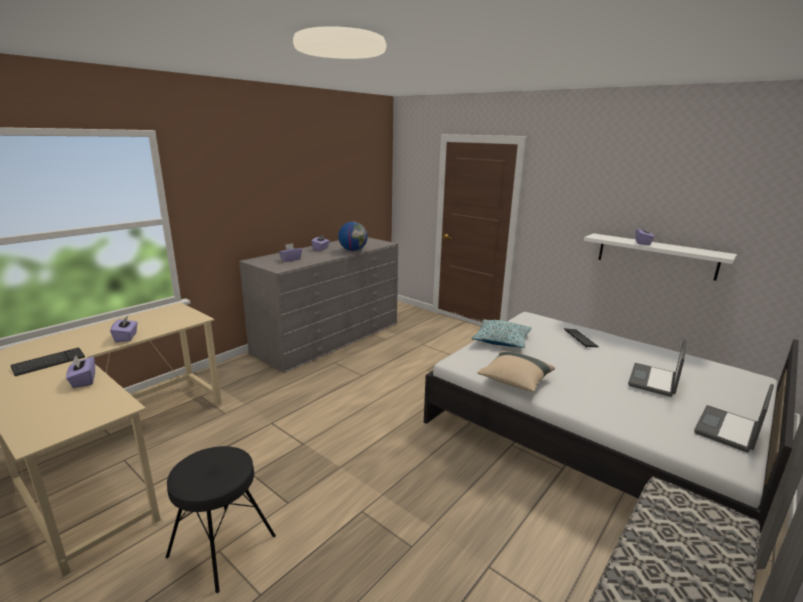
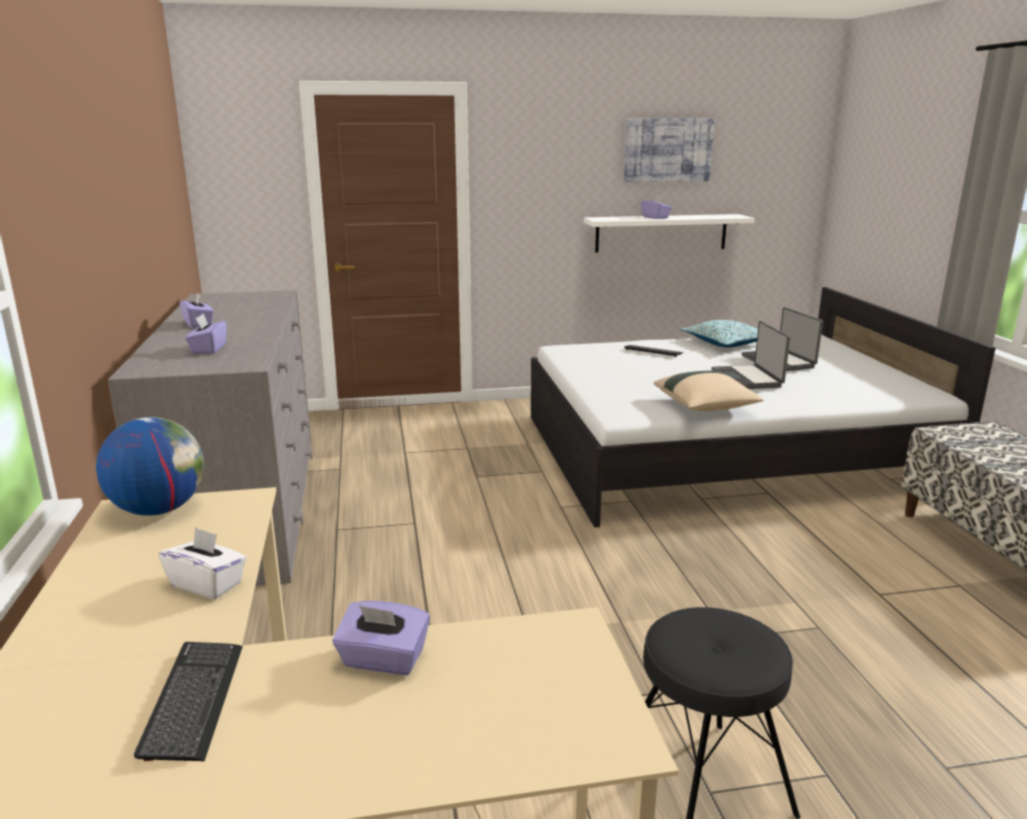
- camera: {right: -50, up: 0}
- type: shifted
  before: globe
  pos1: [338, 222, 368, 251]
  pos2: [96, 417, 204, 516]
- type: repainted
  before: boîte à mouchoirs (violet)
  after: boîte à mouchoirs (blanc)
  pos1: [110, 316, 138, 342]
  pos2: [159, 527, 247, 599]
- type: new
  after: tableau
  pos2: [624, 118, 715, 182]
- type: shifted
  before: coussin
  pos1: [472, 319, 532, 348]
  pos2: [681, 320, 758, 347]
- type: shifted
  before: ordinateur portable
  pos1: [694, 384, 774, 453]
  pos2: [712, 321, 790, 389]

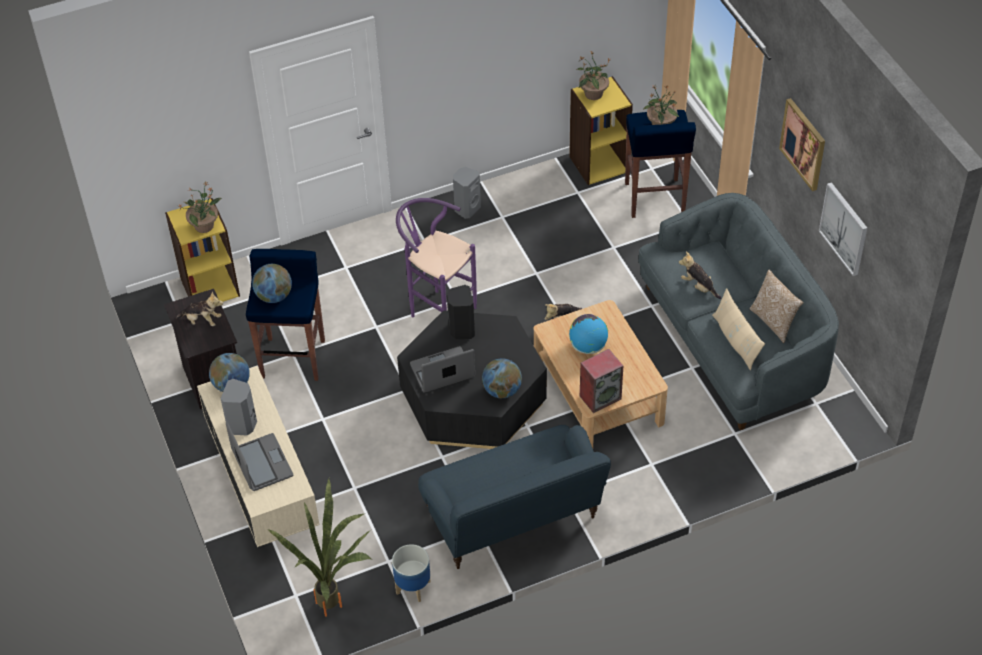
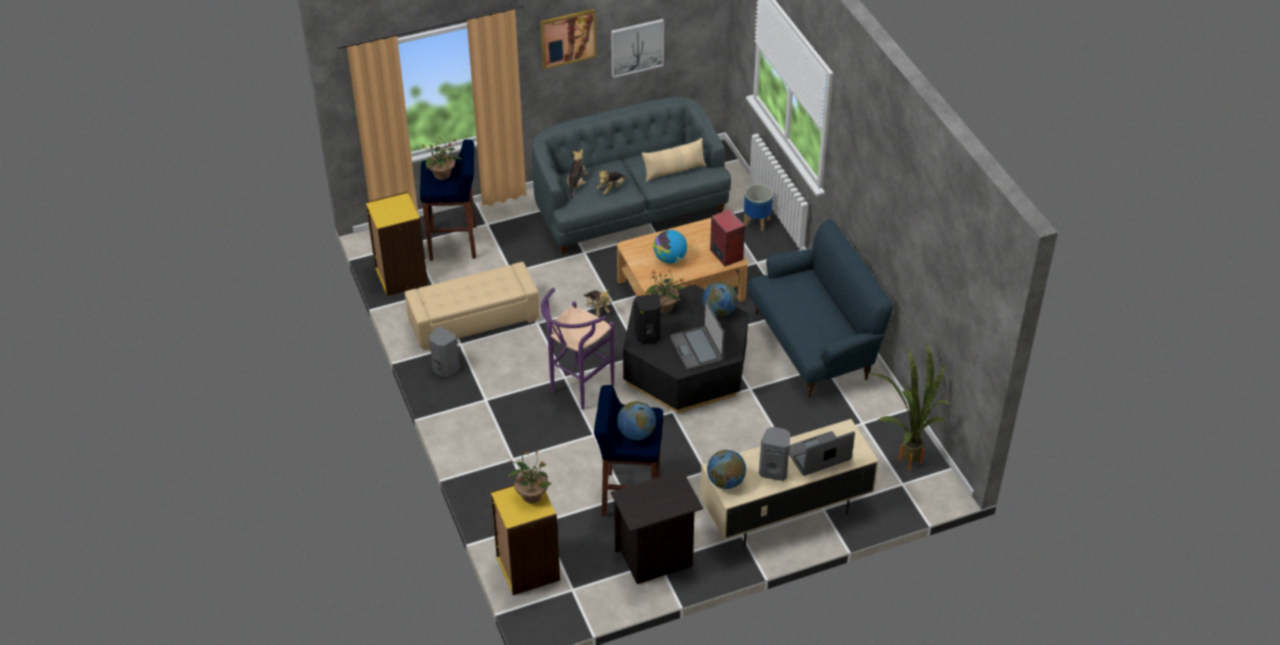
- camera: {right: -90, up: -5}
- type: new
  after: pouf (beige)
  pos2: [405, 262, 540, 350]
- type: shifted
  before: peluche
  pos1: [176, 292, 223, 326]
  pos2: [567, 149, 588, 198]
- type: shifted
  before: plante en pot
  pos1: [577, 52, 610, 100]
  pos2: [646, 270, 684, 313]
- type: shifted
  before: cache-pot
  pos1: [392, 544, 431, 602]
  pos2: [744, 184, 773, 231]
- type: gone
  before: coussin
  pos1: [750, 270, 804, 343]

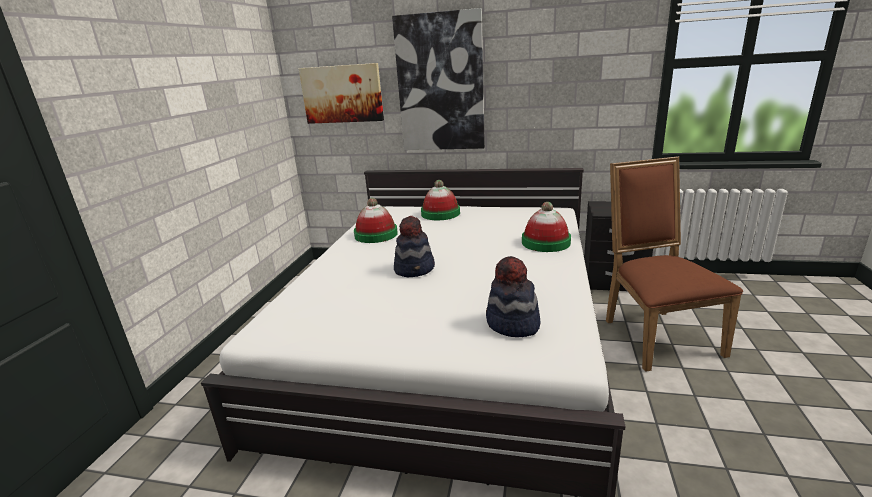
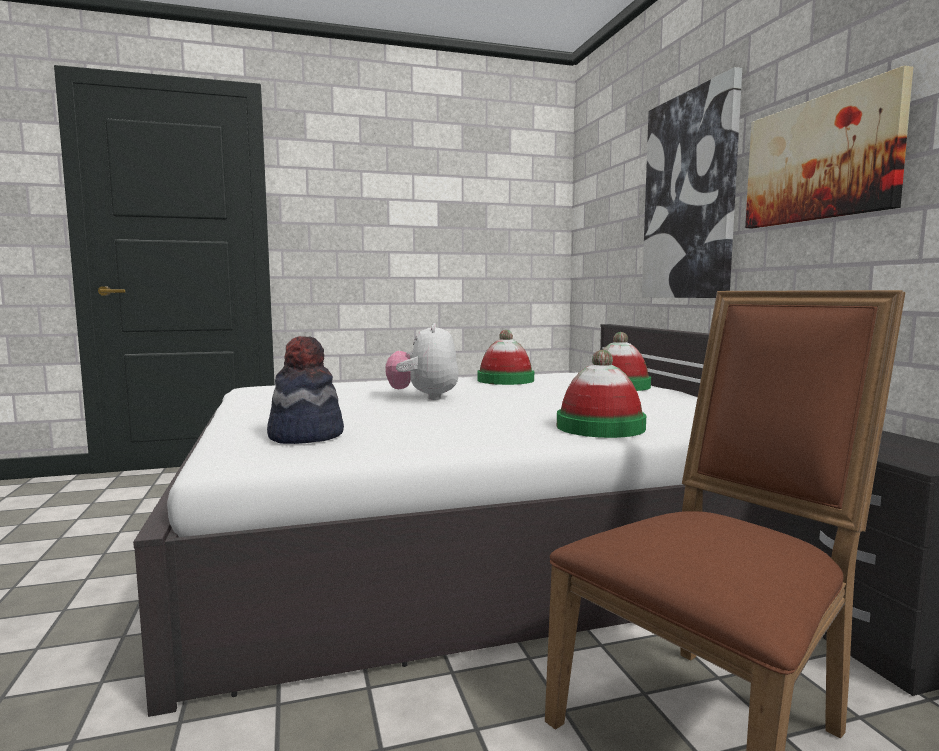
- camera: {right: 60, up: -15}
- type: swapped
  before: chapeau
  after: peluche
  pos1: [394, 216, 435, 277]
  pos2: [385, 323, 459, 400]
- type: shifted
  before: tableau
  pos1: [298, 63, 384, 124]
  pos2: [745, 66, 913, 228]

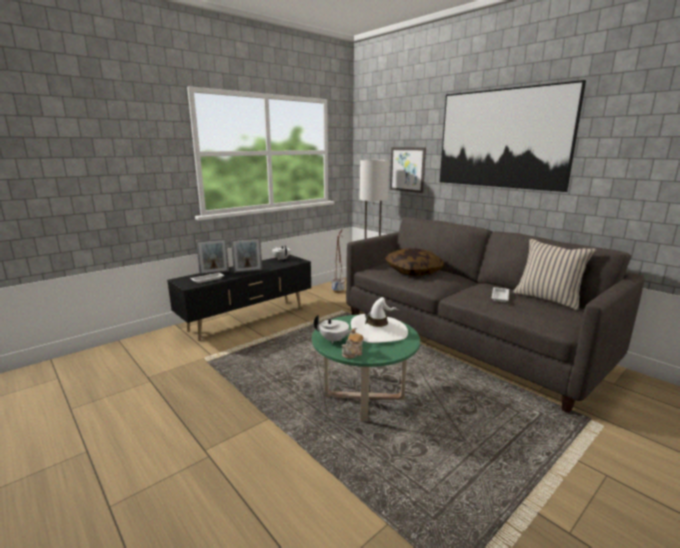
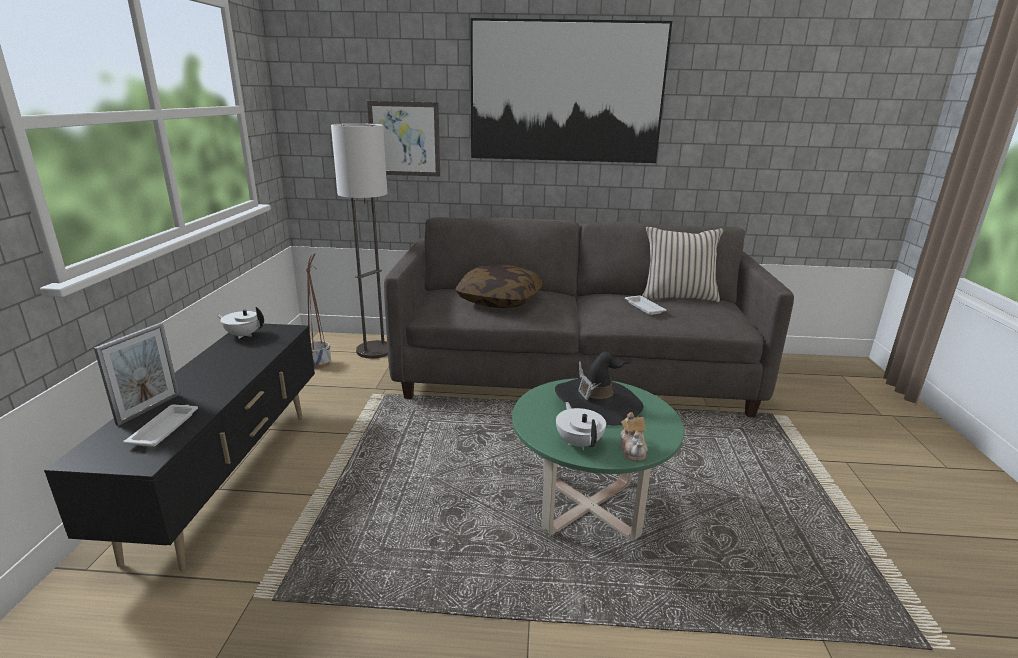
- camera: {right: -45, up: 5}
- type: repainted
  before: chapeau (blanc)
  after: chapeau (noir)
  pos1: [351, 297, 408, 343]
  pos2: [555, 351, 643, 426]
- type: rotated
  before: théière (blanc)
  pos1: [314, 315, 357, 344]
  pos2: [556, 402, 606, 450]
  turn: -75
- type: gone
  before: cadre photo
  pos1: [231, 237, 262, 273]

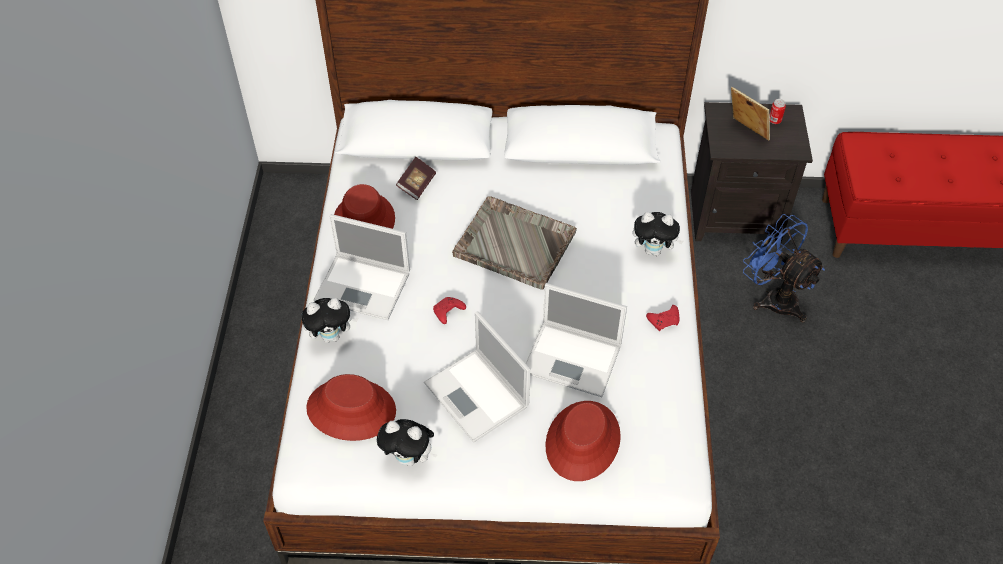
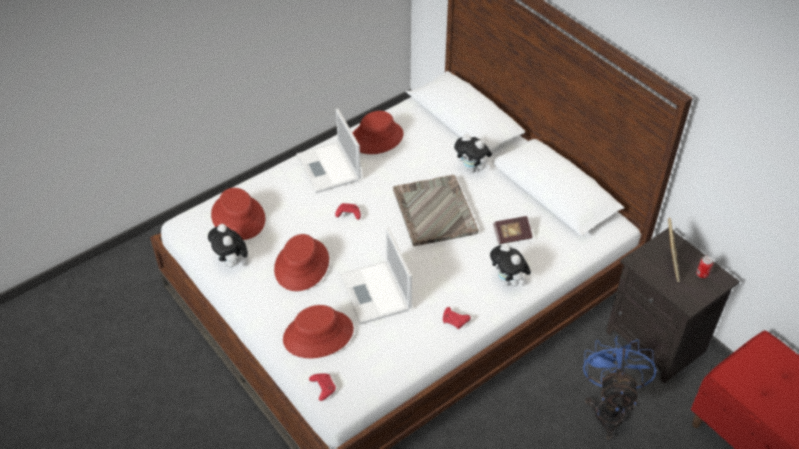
- camera: {right: 50, up: -5}
- type: swapped
  before: ordinateur portable
  after: chapeau (rouge)
  pos1: [424, 311, 531, 442]
  pos2: [274, 234, 329, 291]
- type: new
  after: manette (rouge)
  pos2: [309, 373, 336, 401]
- type: shifted
  before: peluche
  pos1: [301, 298, 358, 343]
  pos2: [454, 134, 492, 173]
- type: shifted
  before: livre
  pos1: [396, 157, 436, 200]
  pos2: [493, 216, 533, 244]

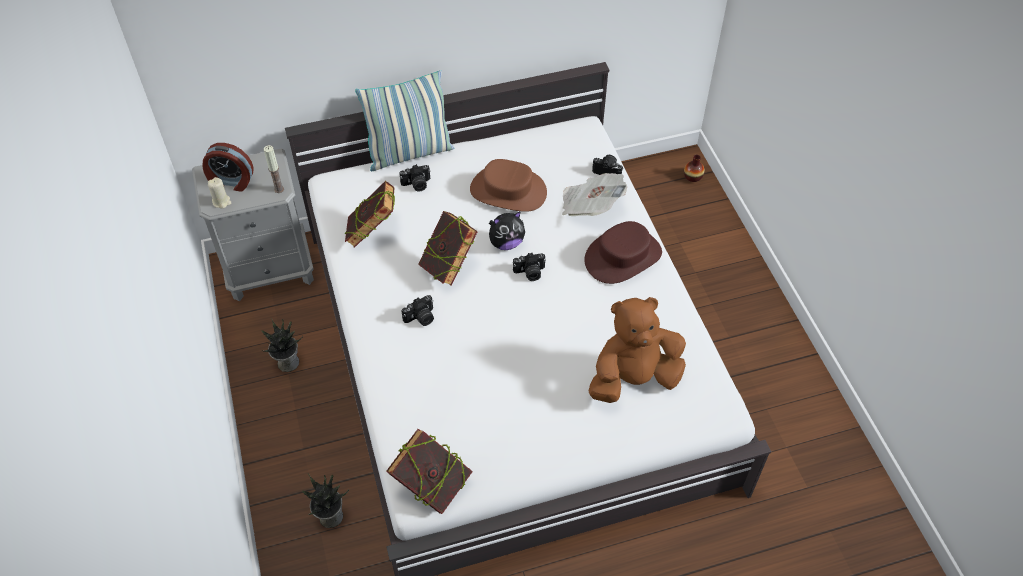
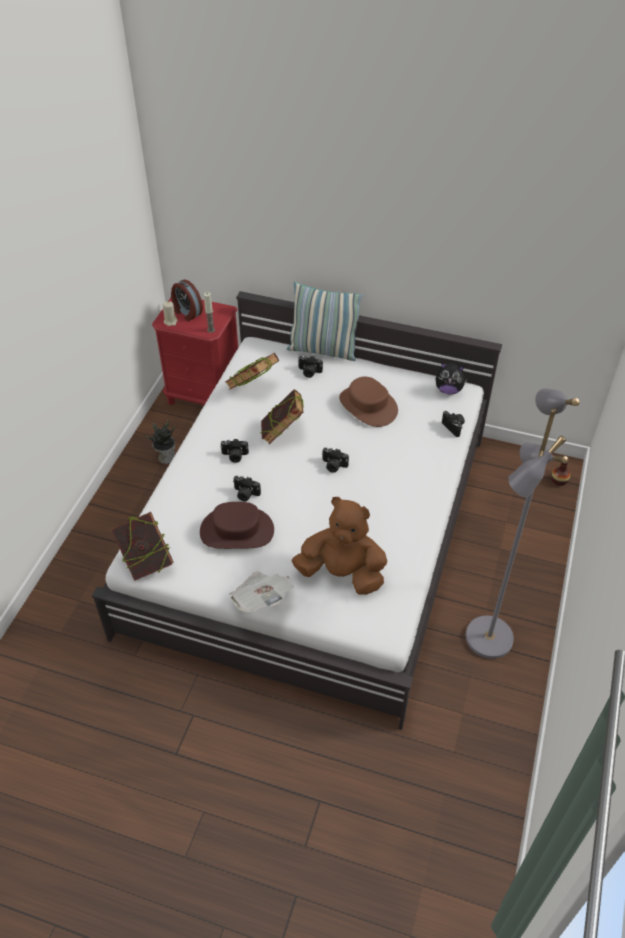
- camera: {right: 35, up: -5}
- type: repainted
  before: table de chevet (gris)
  after: table de chevet (rouge)
  pos1: [192, 148, 314, 301]
  pos2: [152, 298, 238, 405]
- type: shifted
  before: chapeau (marron)
  pos1: [584, 221, 662, 284]
  pos2: [200, 502, 274, 549]
- type: shifted
  before: journal
  pos1: [562, 173, 627, 216]
  pos2: [229, 572, 294, 612]
- type: new
  after: appareil photo
  pos2: [233, 476, 261, 502]
- type: shifted
  before: peluche
  pos1: [489, 211, 525, 250]
  pos2: [436, 363, 468, 395]
- type: new
  after: lampadaire (gris)
  pos2: [466, 388, 580, 659]
- type: gone
  before: plante en pot
  pos1: [302, 474, 349, 528]

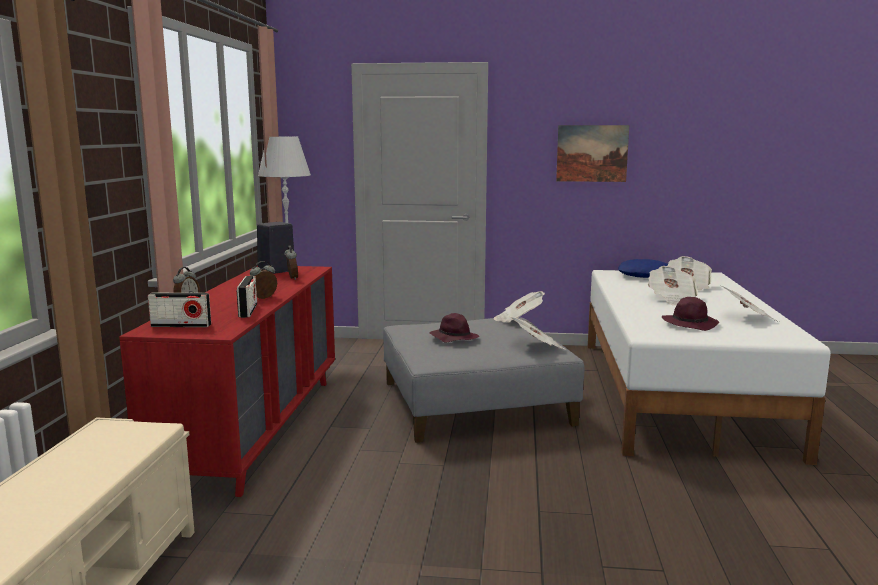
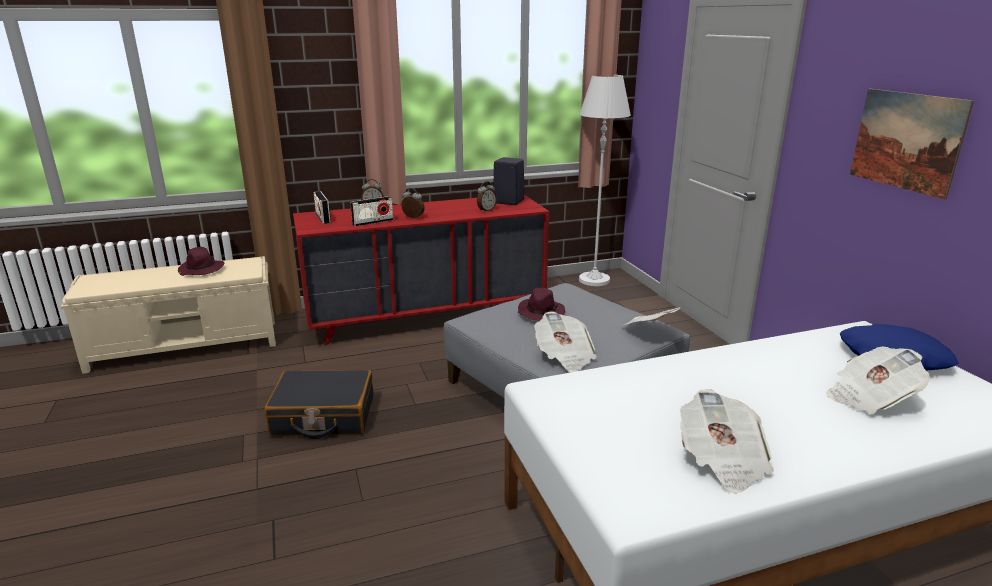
- camera: {right: 65, up: 10}
- type: shifted
  before: chapeau (violet)
  pos1: [662, 297, 719, 331]
  pos2: [178, 247, 224, 276]
- type: new
  after: valise (noir)
  pos2: [264, 370, 374, 439]
- type: gone
  before: journal
  pos1: [648, 266, 698, 305]

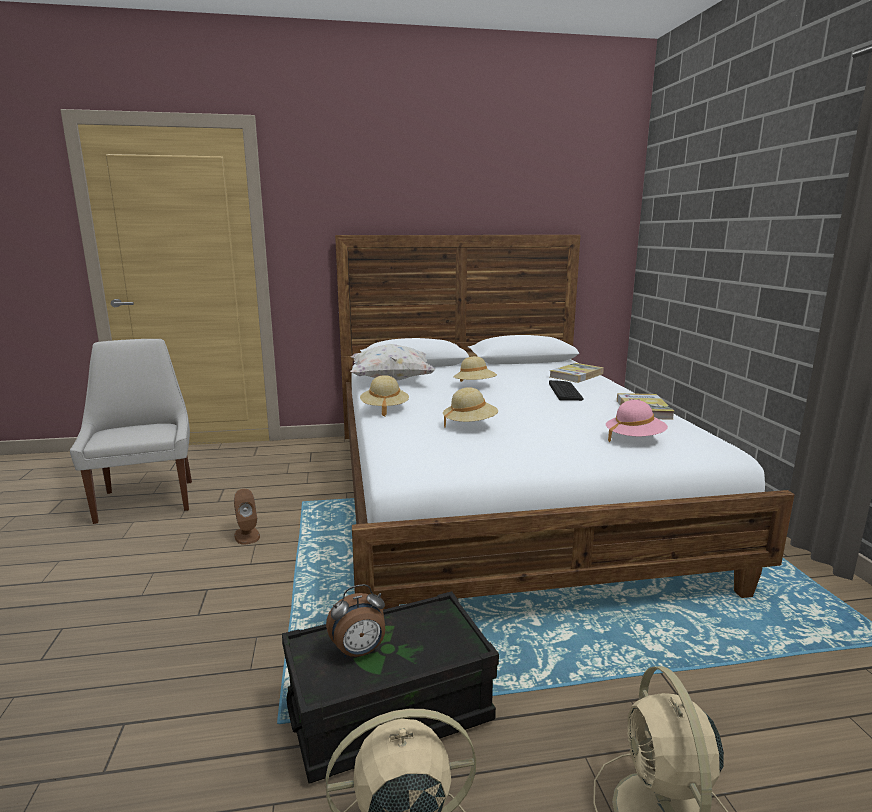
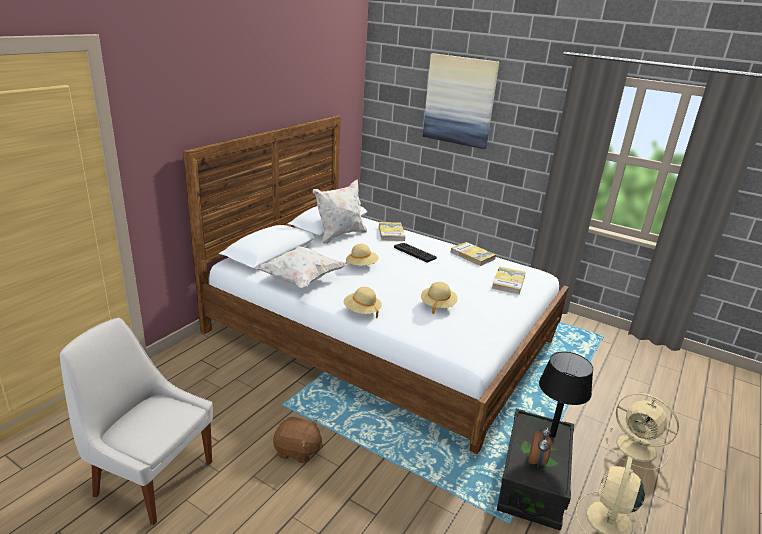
- camera: {right: -50, up: 10}
- type: swapped
  before: enceinte (marron)
  after: peluche (marron)
  pos1: [234, 489, 260, 545]
  pos2: [273, 417, 323, 464]
- type: new
  after: coussin (blanc)
  pos2: [313, 179, 367, 244]
- type: new
  after: tableau
  pos2: [423, 53, 499, 149]
- type: swapped
  before: chapeau (rose)
  after: livre
  pos1: [606, 400, 668, 442]
  pos2: [492, 266, 526, 295]
- type: new
  after: lampe de table (noir)
  pos2: [539, 352, 593, 438]

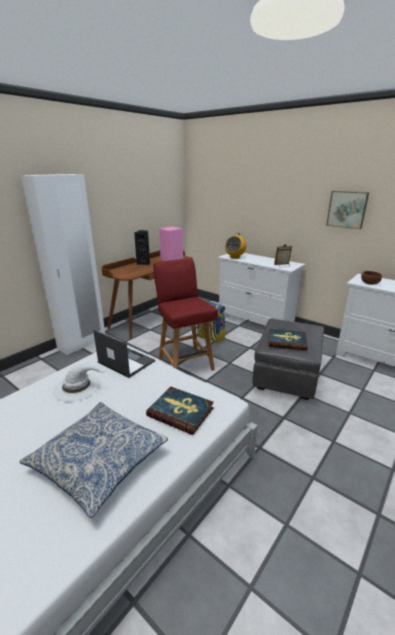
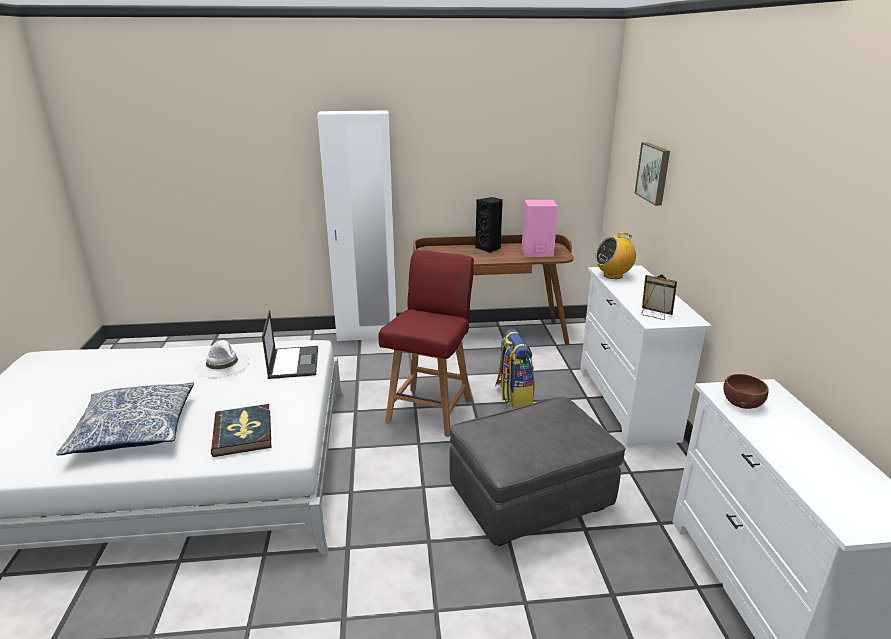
- camera: {right: 45, up: 0}
- type: shifted
  before: tableau
  pos1: [326, 191, 369, 229]
  pos2: [635, 142, 670, 206]
- type: gone
  before: livre
  pos1: [268, 329, 308, 351]

